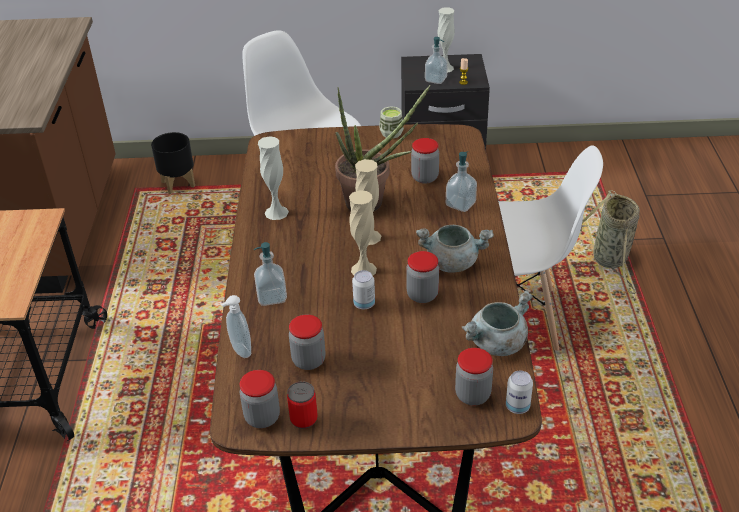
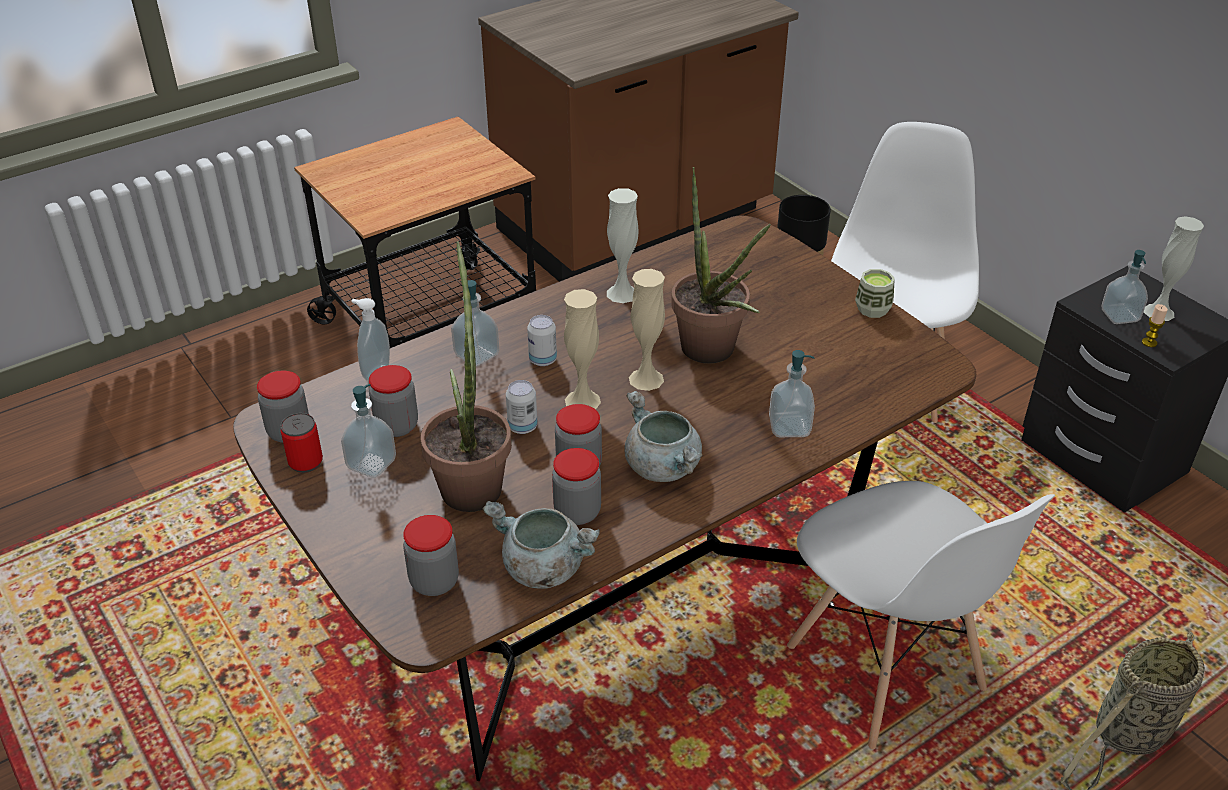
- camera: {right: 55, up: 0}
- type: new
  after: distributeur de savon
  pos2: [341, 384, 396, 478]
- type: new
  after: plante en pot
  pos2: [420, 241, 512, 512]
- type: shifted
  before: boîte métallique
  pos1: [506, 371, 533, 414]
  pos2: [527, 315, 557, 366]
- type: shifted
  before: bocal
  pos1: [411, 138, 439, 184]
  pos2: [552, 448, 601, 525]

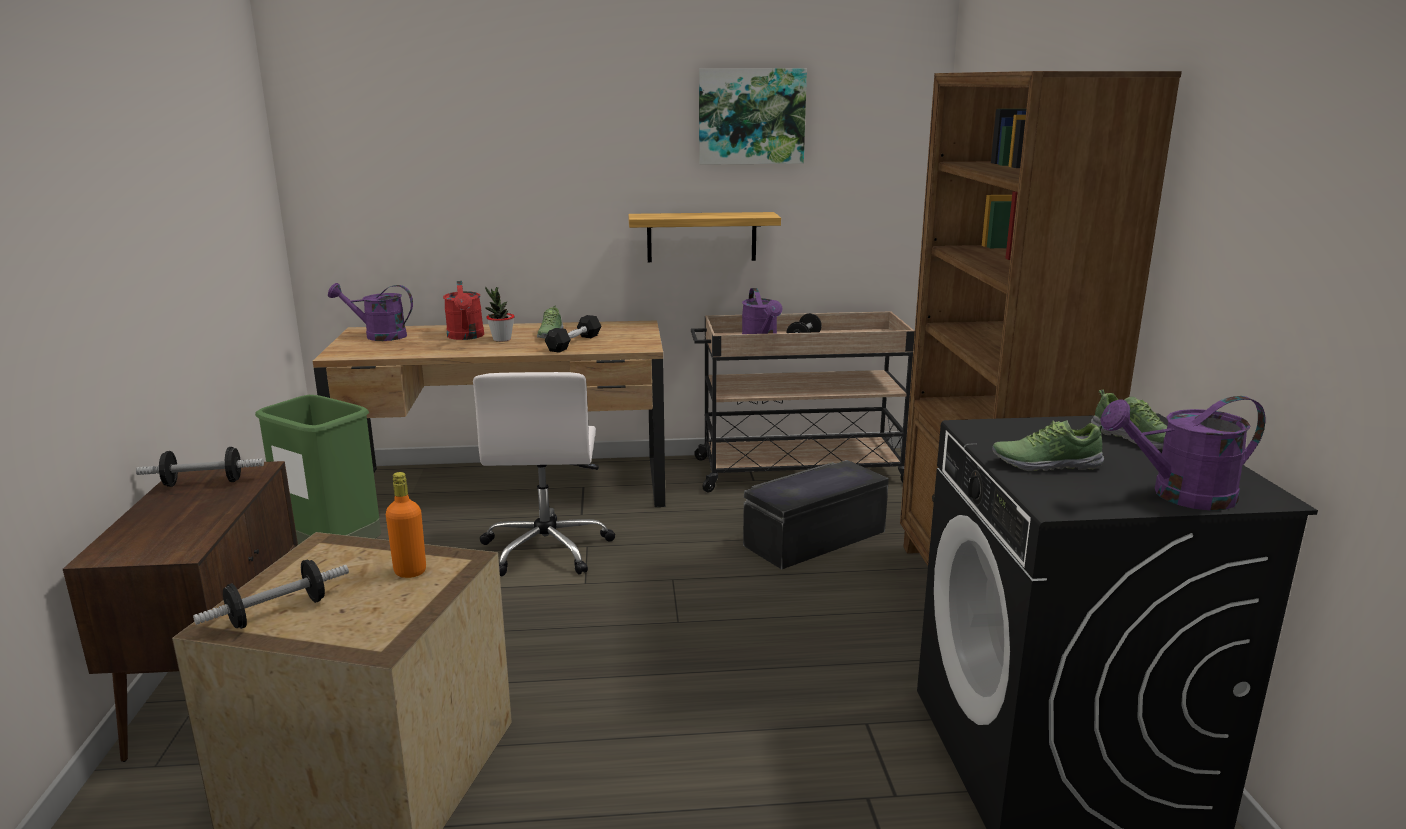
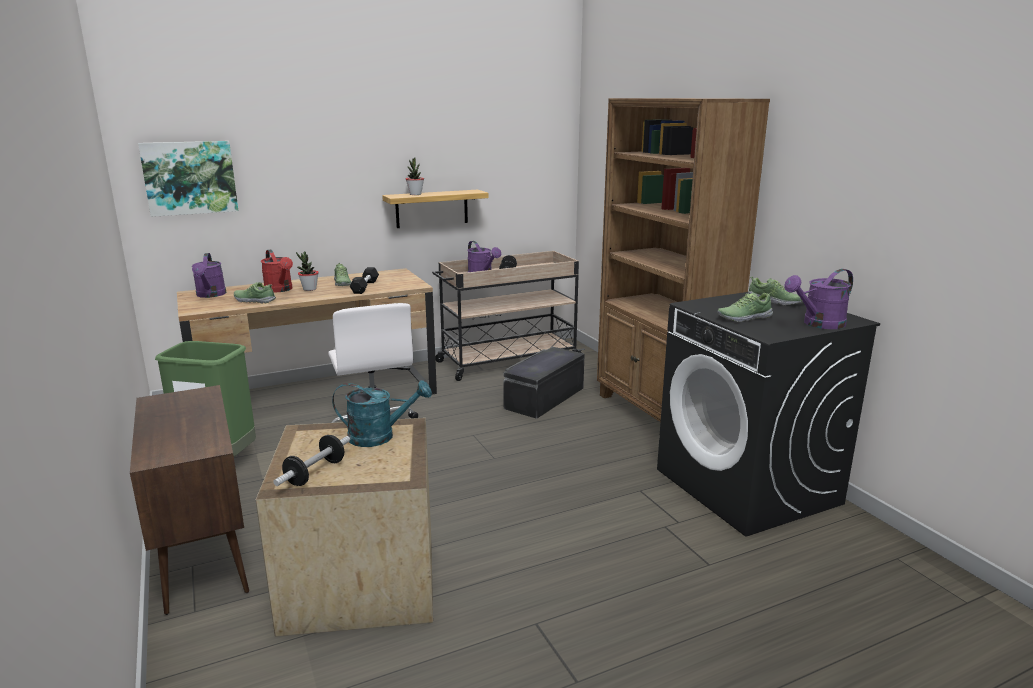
- camera: {right: -20, up: 0}
- type: shifted
  before: tableau
  pos1: [699, 68, 807, 165]
  pos2: [138, 141, 238, 217]
- type: rotated
  before: arrosoir (violet)
  pos1: [328, 283, 413, 341]
  pos2: [192, 253, 226, 298]
  turn: -90
- type: new
  after: chaussure
  pos2: [234, 282, 276, 304]
- type: swapped
  before: bouteille (orange)
  after: arrosoir (turquoise)
  pos1: [386, 472, 426, 578]
  pos2: [332, 380, 432, 447]
- type: new
  after: plante en pot
  pos2: [406, 158, 424, 195]
- type: gone
  before: haltère
  pos1: [136, 447, 264, 487]

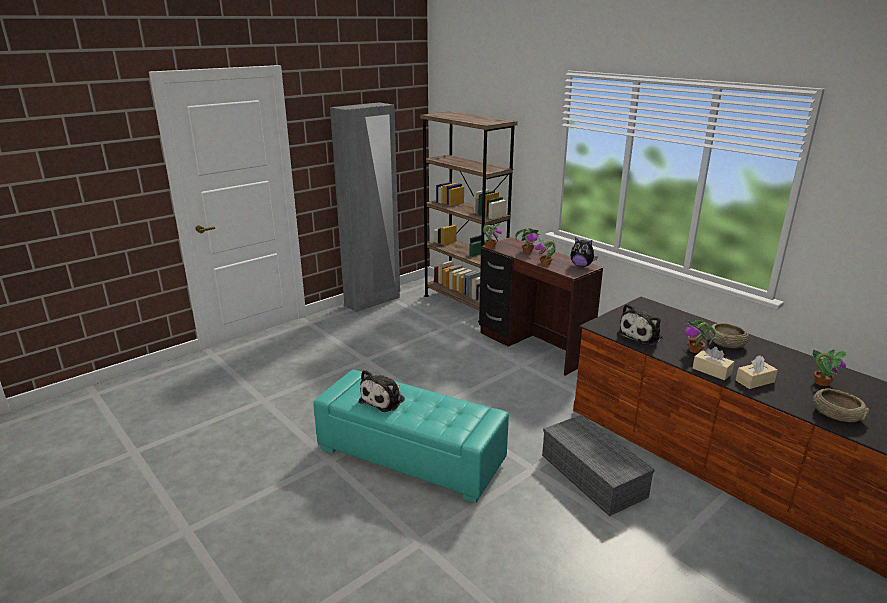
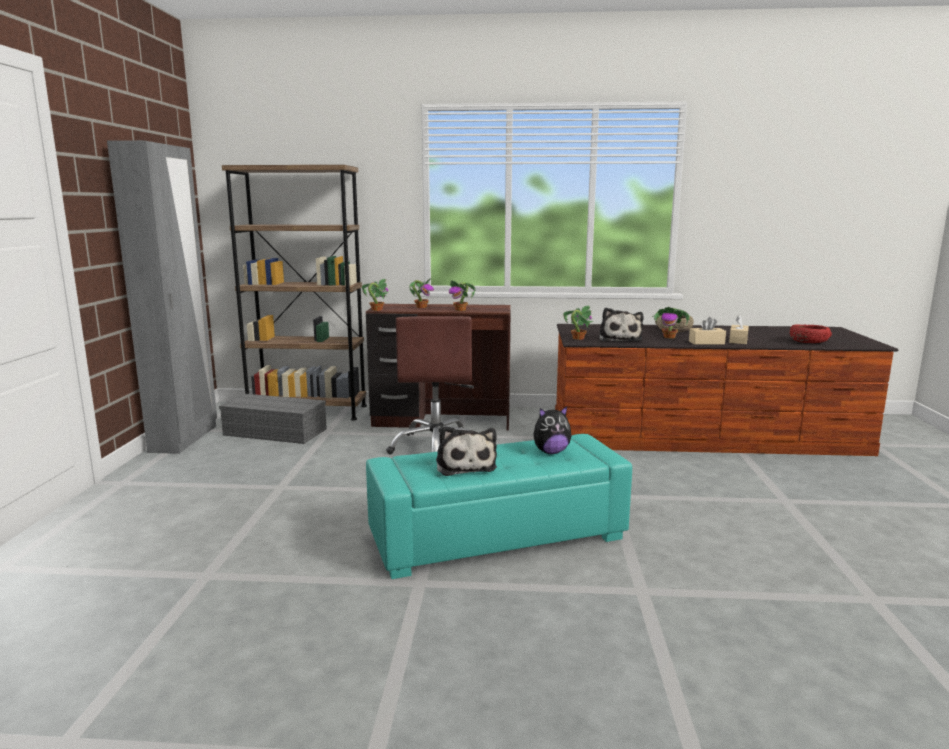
- camera: {right: -45, up: -10}
- type: shifted
  before: boîte de rangement (gris)
  pos1: [542, 415, 654, 516]
  pos2: [219, 394, 327, 444]
- type: new
  after: chaise de bureau (marron)
  pos2: [386, 316, 474, 455]
- type: shifted
  before: peluche
  pos1: [571, 237, 598, 267]
  pos2: [533, 406, 571, 454]
- type: shifted
  before: plante en pot
  pos1: [813, 349, 847, 386]
  pos2: [563, 305, 594, 340]
- type: repainted
  before: bol (beige)
  after: bol (rouge)
  pos1: [813, 388, 869, 422]
  pos2: [790, 324, 832, 343]

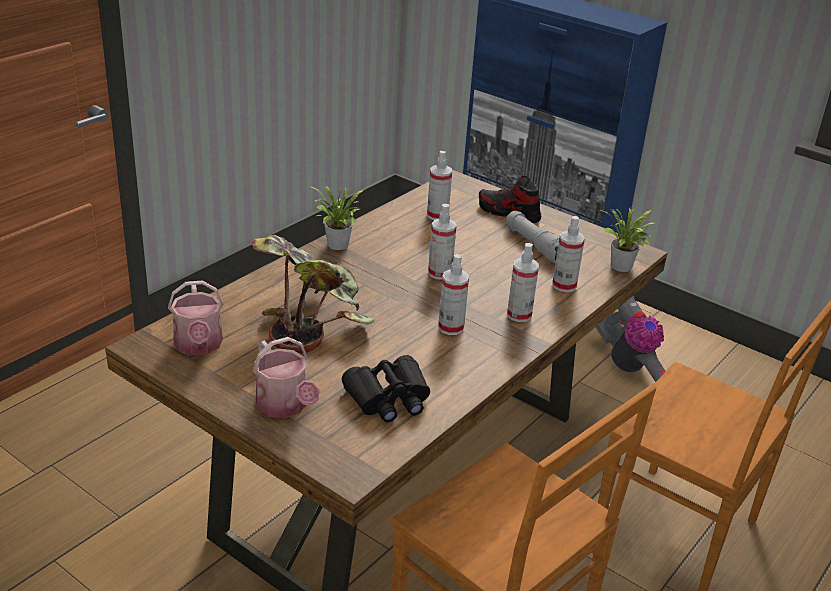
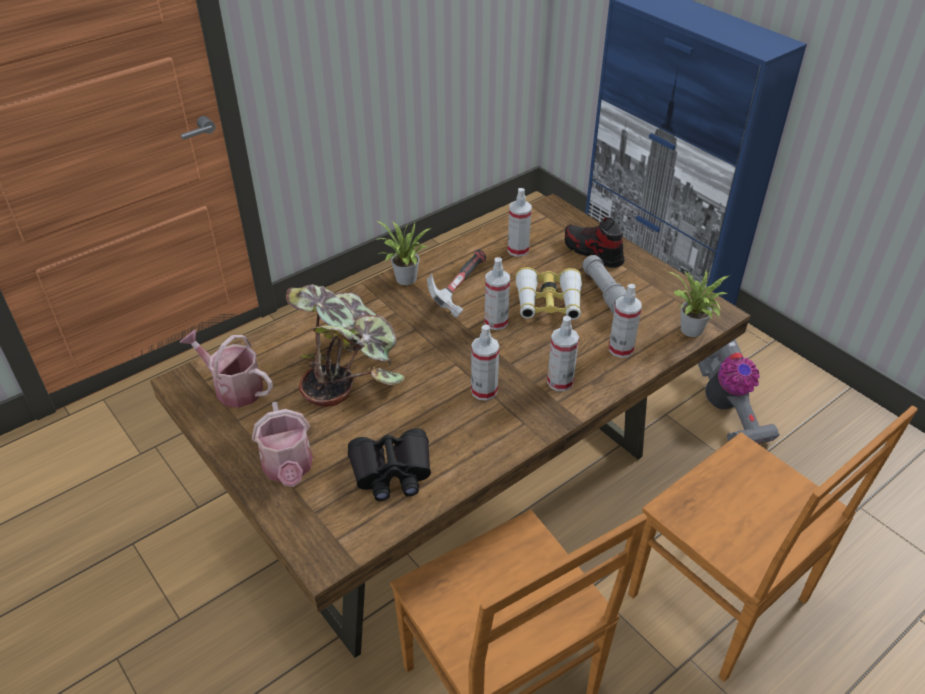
- camera: {right: 15, up: 10}
- type: rotated
  before: arrosoir
  pos1: [168, 281, 223, 356]
  pos2: [180, 330, 273, 408]
  turn: 120
- type: new
  after: marteau
  pos2: [427, 249, 486, 318]
- type: new
  after: jumelles
  pos2: [515, 267, 582, 320]

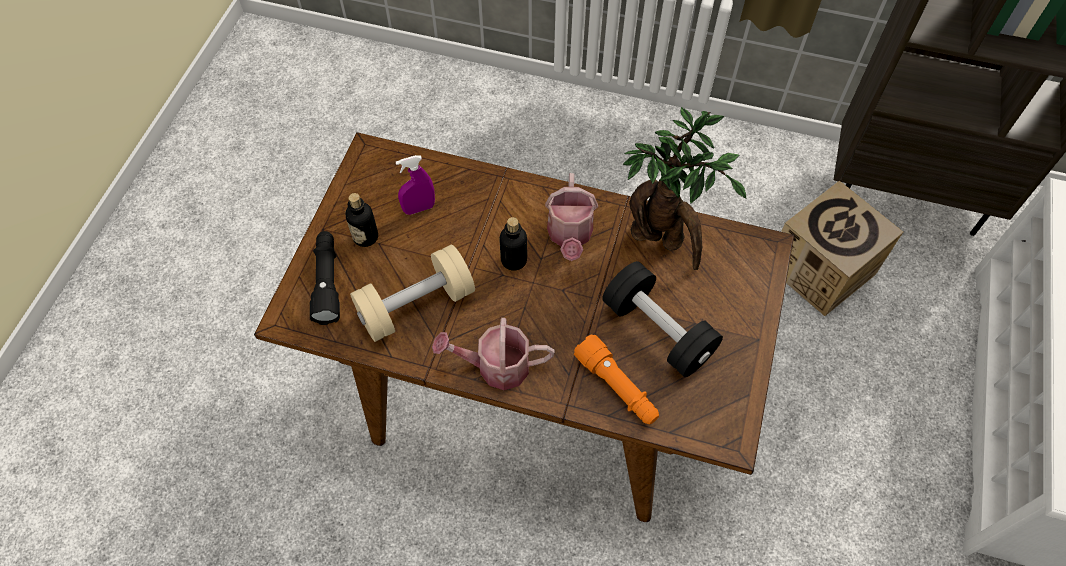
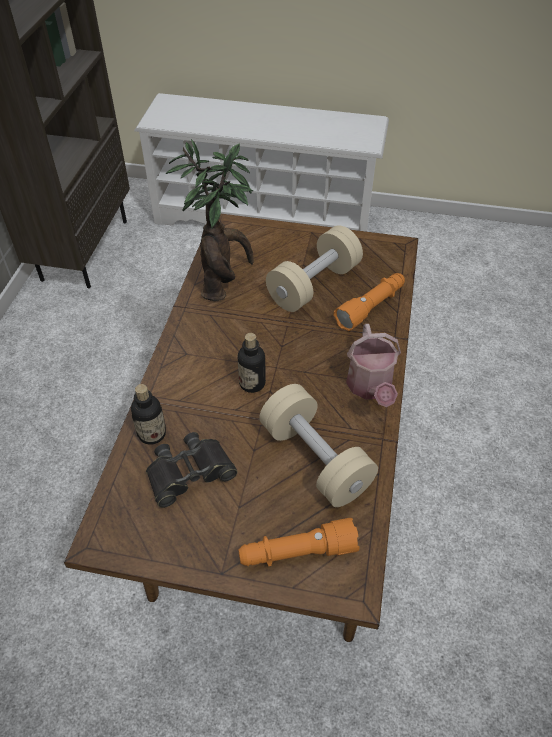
- camera: {right: -95, up: -10}
- type: shifted
  before: bouteille
  pos1: [345, 193, 378, 247]
  pos2: [131, 384, 166, 445]
- type: swapped
  before: vaporisateur (violet)
  after: jumelles (noir)
  pos1: [396, 155, 435, 215]
  pos2: [146, 432, 238, 508]
- type: repainted
  before: lampe de poche (noir)
  after: lampe de poche (orange)
  pos1: [310, 231, 340, 325]
  pos2: [238, 518, 360, 566]
- type: repainted
  before: haltère (noir)
  after: haltère (beige)
  pos1: [602, 261, 723, 377]
  pos2: [266, 225, 363, 312]
- type: gone
  before: arrosoir
  pos1: [545, 173, 598, 261]
- type: gone
  before: carton
  pos1: [781, 181, 903, 316]

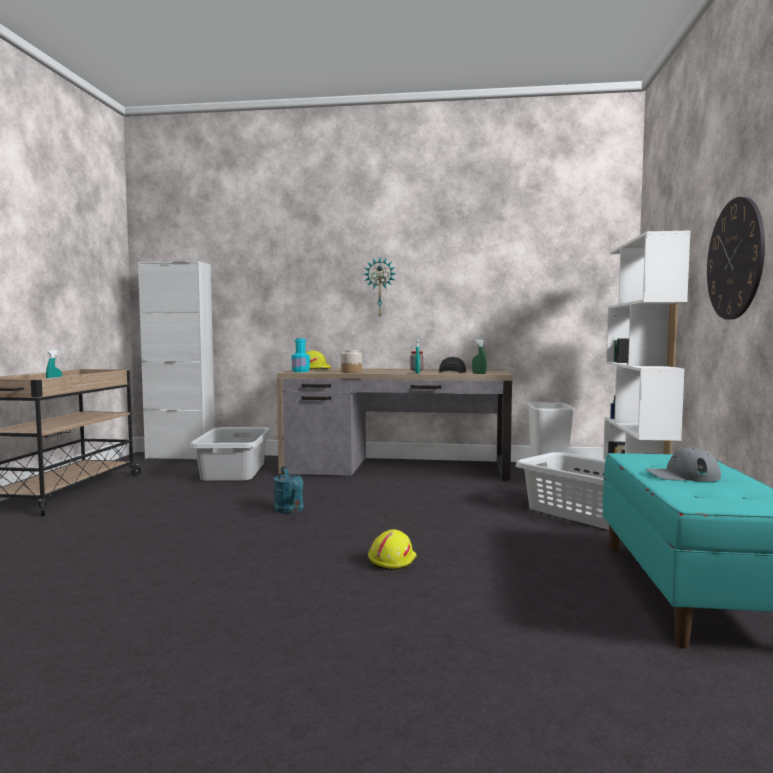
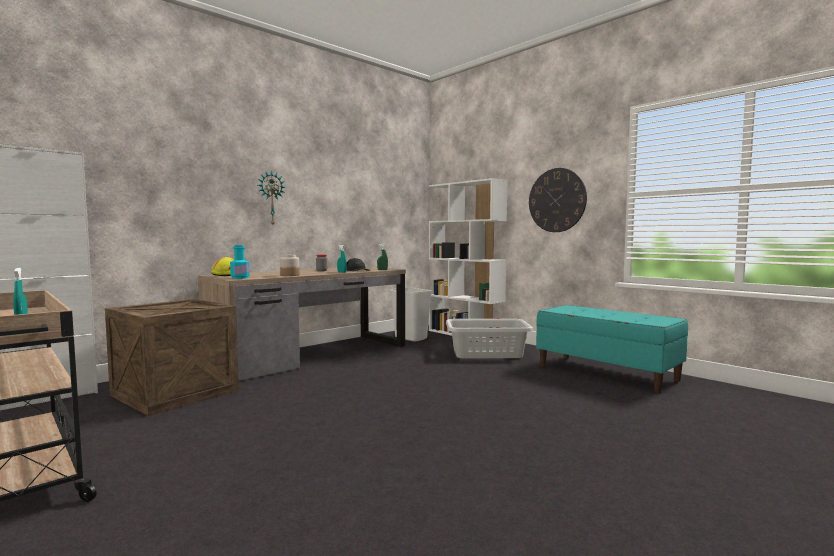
- camera: {right: -50, up: 0}
- type: swapped
  before: panier à linge (gris)
  after: caisse
  pos1: [190, 427, 271, 481]
  pos2: [105, 299, 239, 416]
- type: gone
  before: arrosoir (turquoise)
  pos1: [274, 466, 304, 514]
- type: gone
  before: casque de chantier (jaune)
  pos1: [368, 529, 417, 570]
- type: gone
  before: casquette (gris)
  pos1: [646, 448, 721, 481]

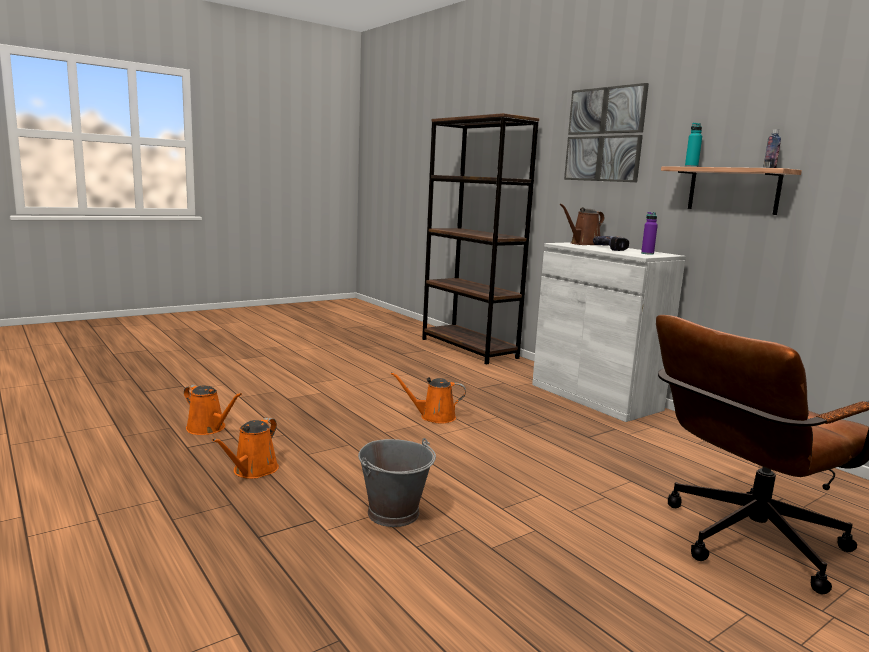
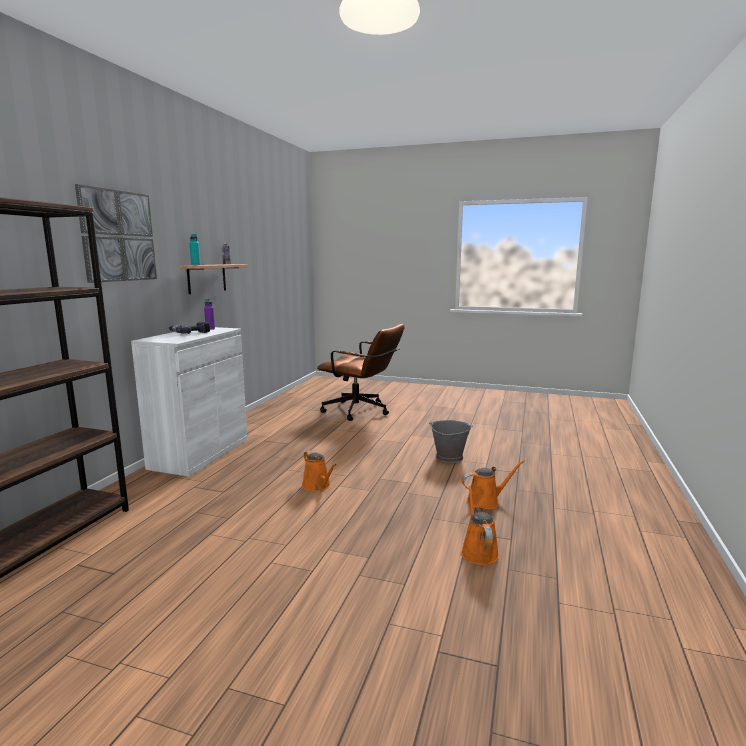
- camera: {right: -125, up: 0}
- type: gone
  before: arrosoir (marron)
  pos1: [560, 204, 604, 245]

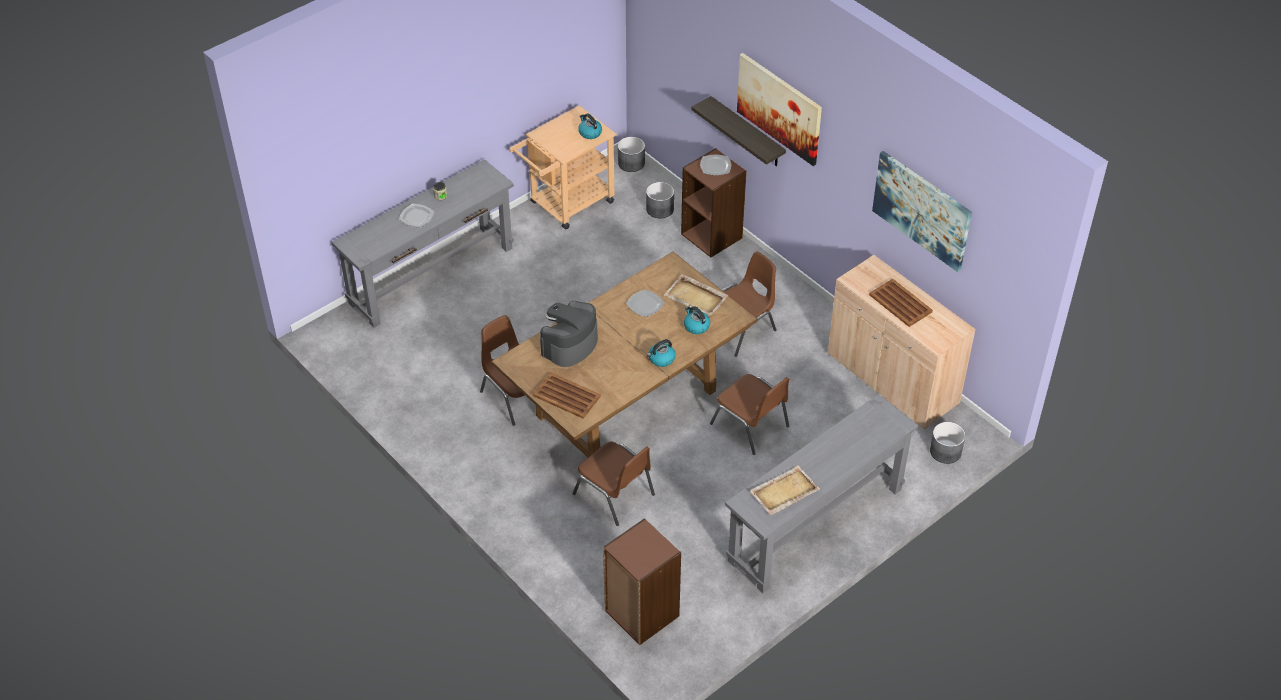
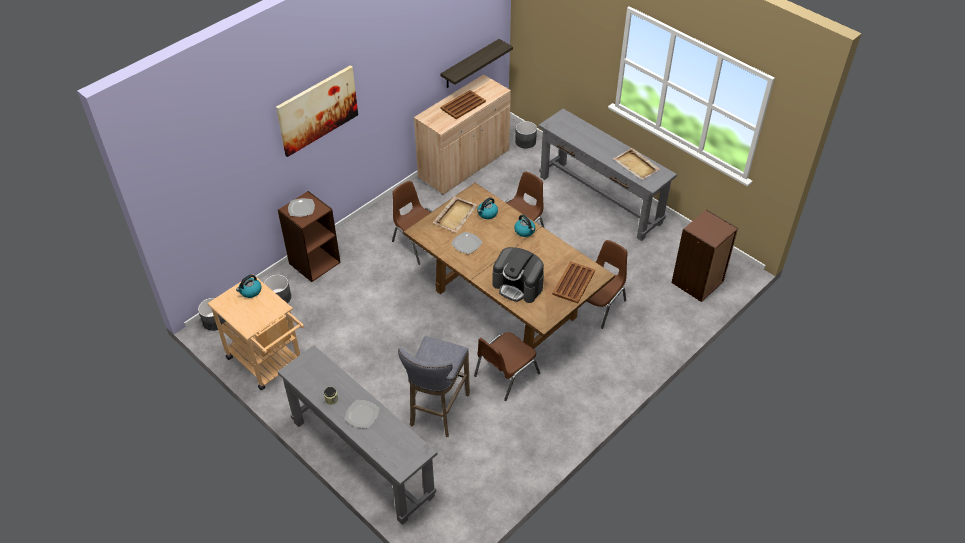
- camera: {right: -95, up: 0}
- type: new
  after: tabouret (gris)
  pos2: [398, 336, 470, 437]
- type: shifted
  before: étagère
  pos1: [691, 96, 786, 166]
  pos2: [441, 39, 513, 88]
- type: gone
  before: tableau
  pos1: [872, 151, 972, 272]

